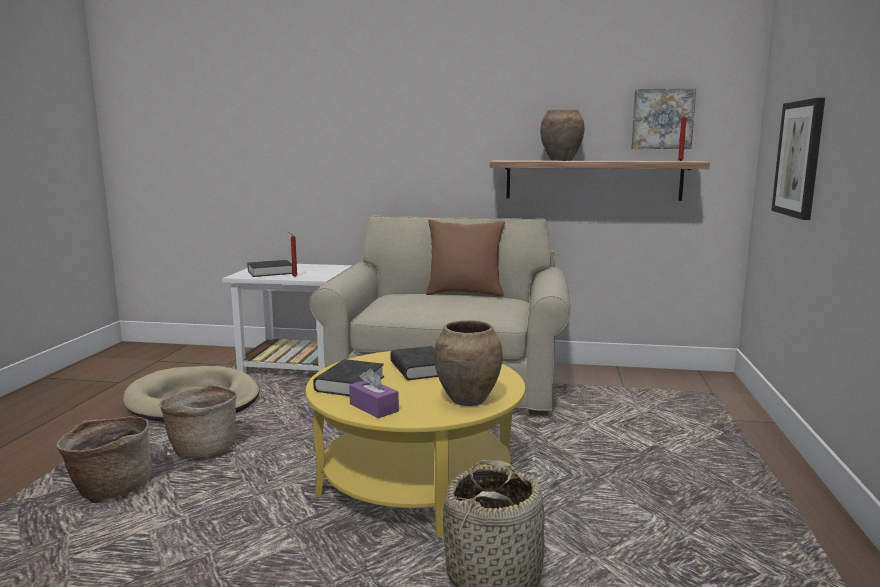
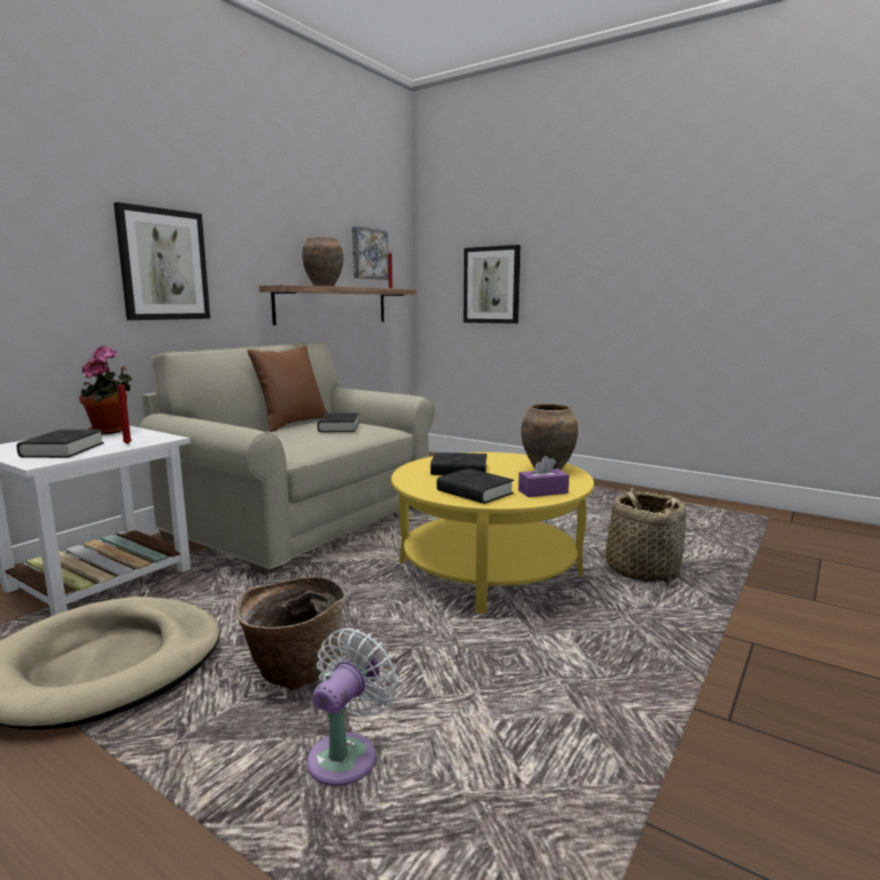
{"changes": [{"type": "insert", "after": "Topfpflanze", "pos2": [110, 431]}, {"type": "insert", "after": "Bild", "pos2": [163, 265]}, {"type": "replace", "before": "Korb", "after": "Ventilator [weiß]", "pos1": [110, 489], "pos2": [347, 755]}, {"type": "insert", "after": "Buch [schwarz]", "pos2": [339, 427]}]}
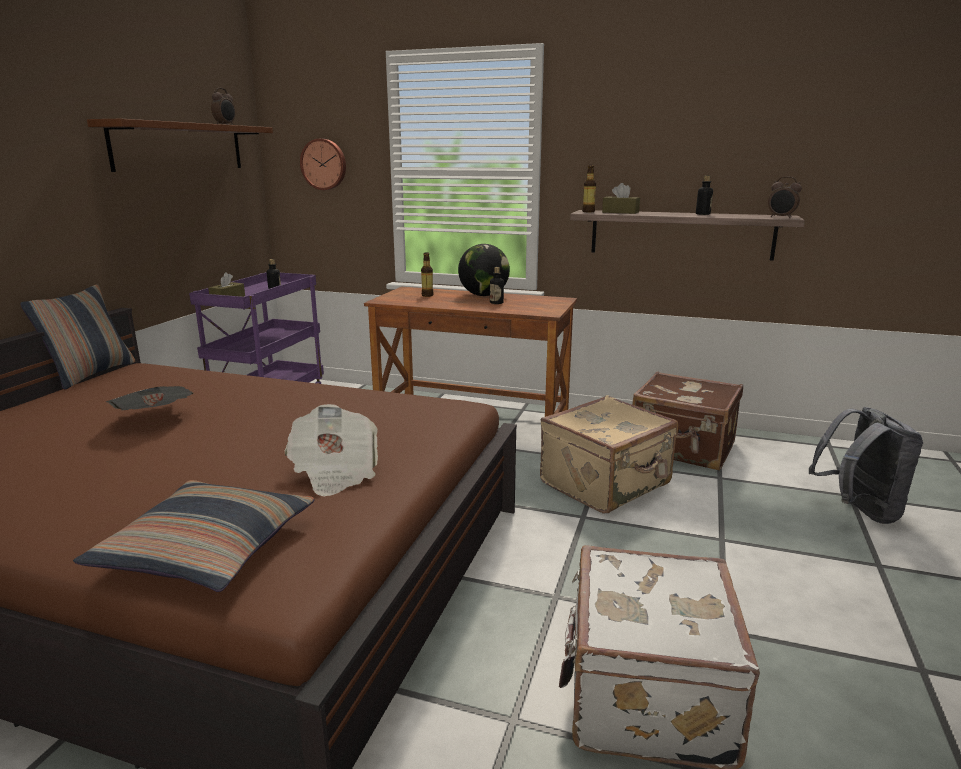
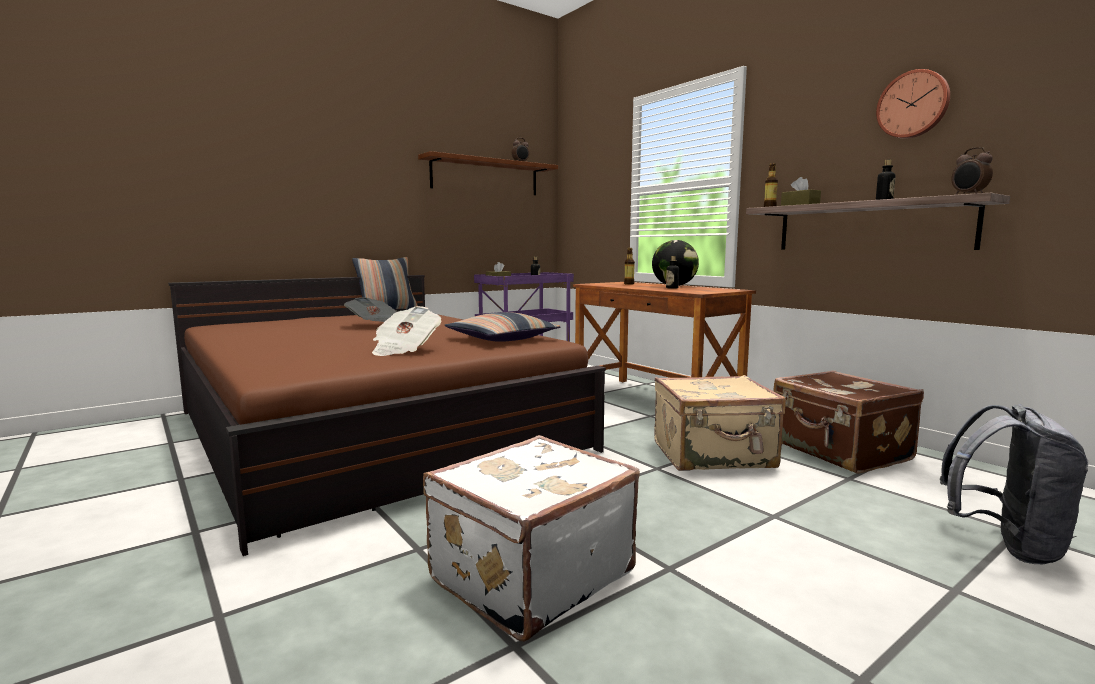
{"changes": [{"type": "move", "before": "Kissen", "pos1": [207, 549], "pos2": [502, 339]}, {"type": "move", "before": "Wanduhr", "pos1": [324, 164], "pos2": [913, 105]}]}
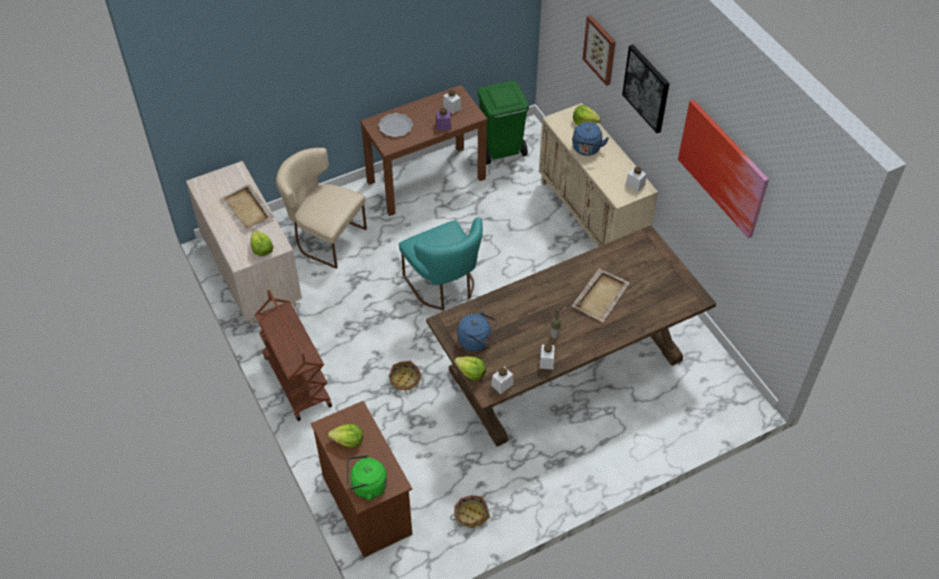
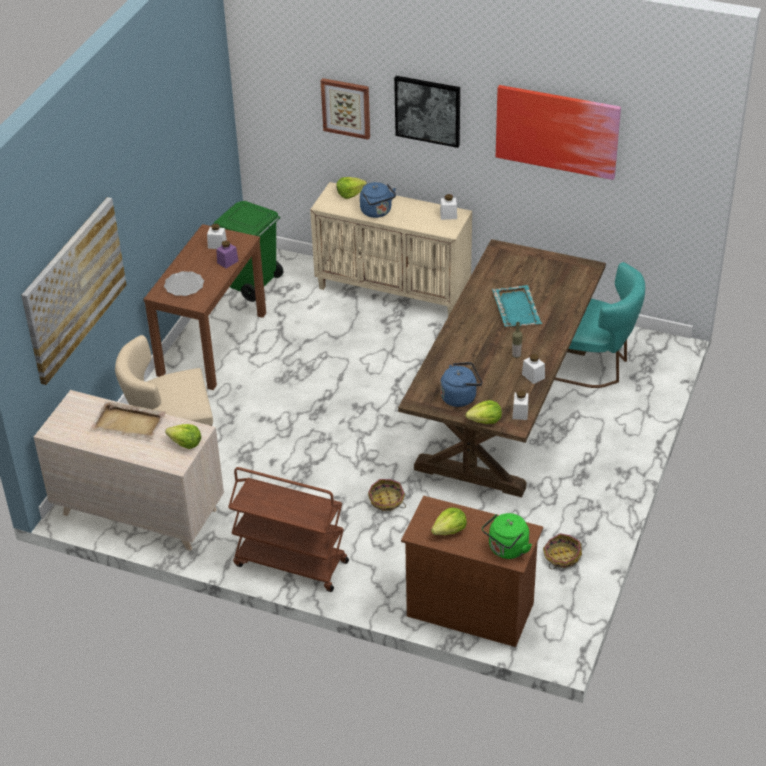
{"changes": [{"type": "insert", "after": "Bild", "pos2": [74, 289]}, {"type": "recolor", "before": "Tablett [beige]", "after": "Tablett [türkis]", "pos1": [601, 296], "pos2": [516, 308]}, {"type": "move", "before": "Stuhl [türkis]", "pos1": [444, 286], "pos2": [594, 365]}]}
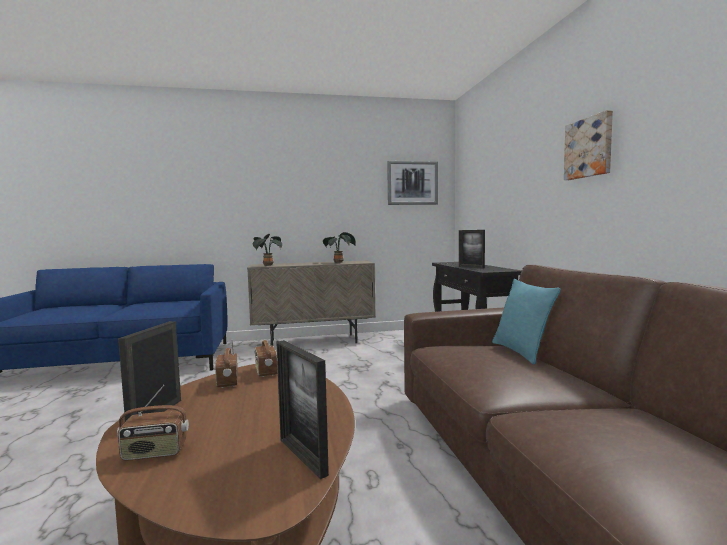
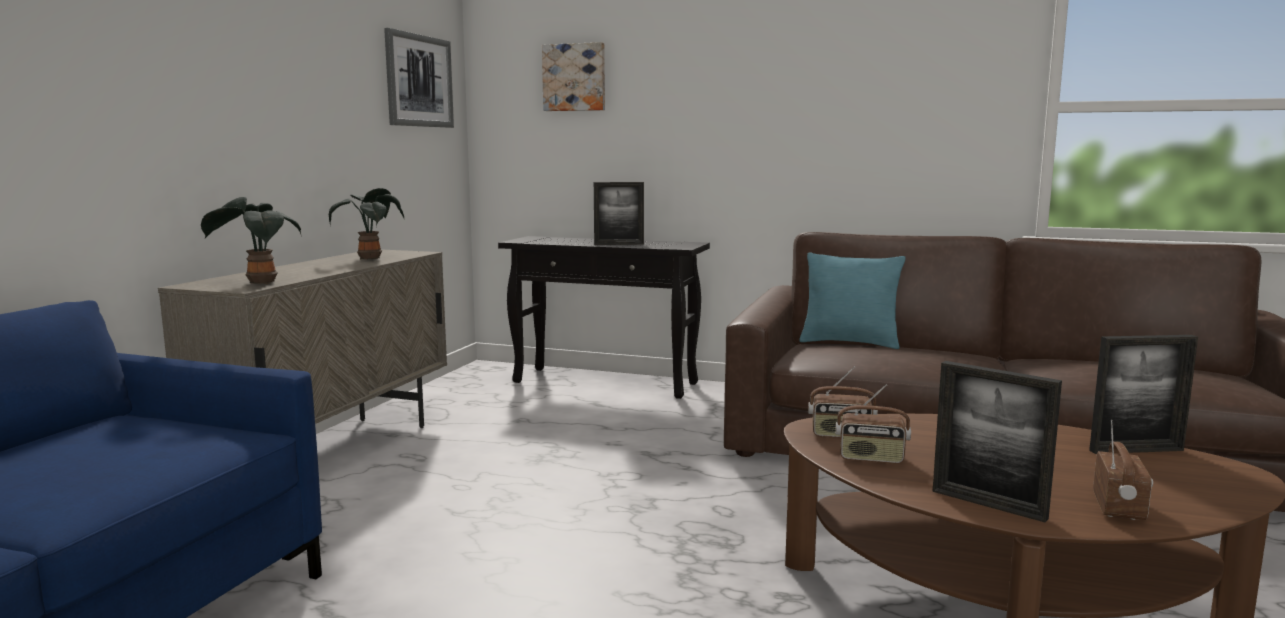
{"changes": [{"type": "move", "before": "Bild", "pos1": [589, 148], "pos2": [574, 77]}]}
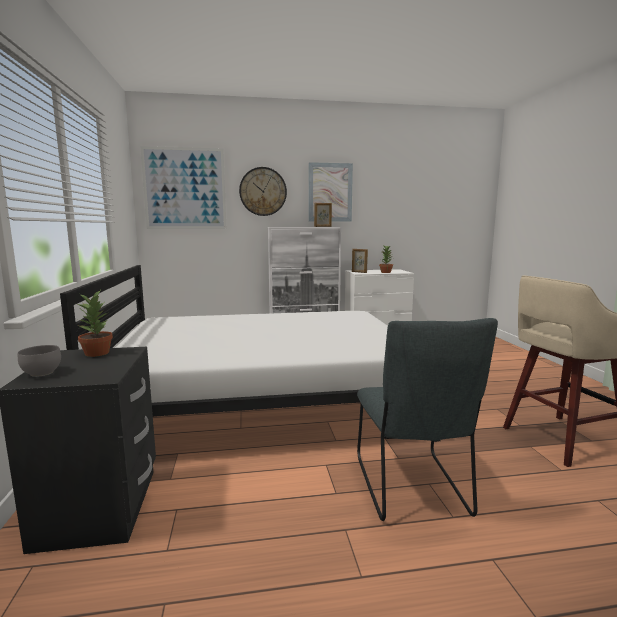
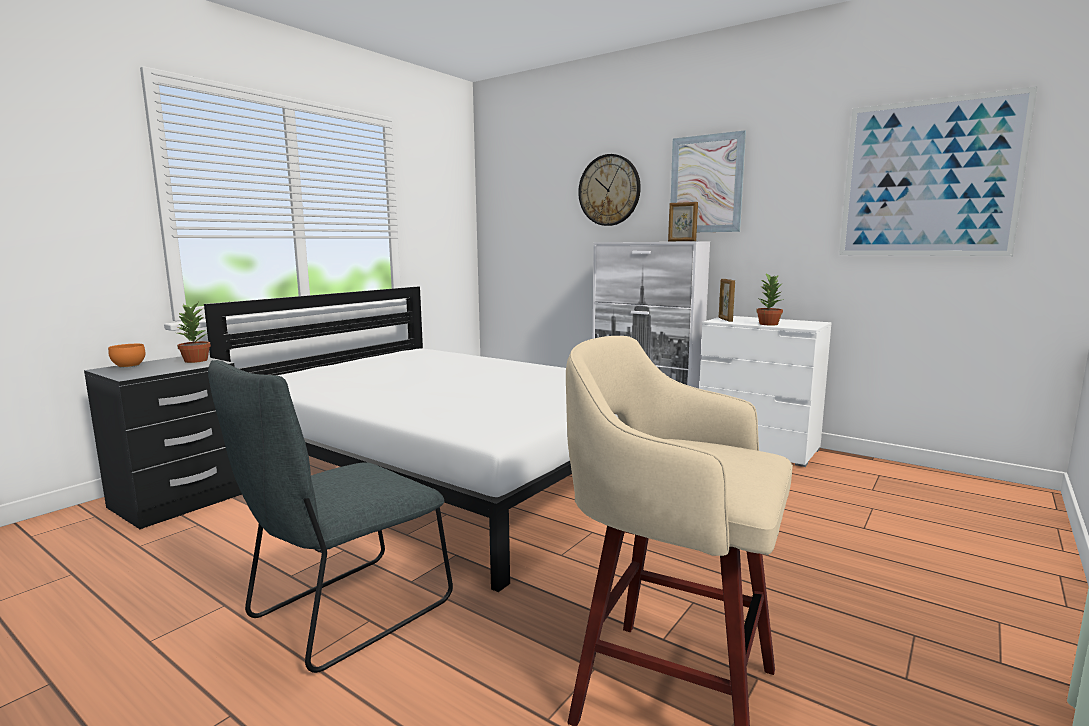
{"changes": [{"type": "recolor", "before": "Schüssel [grau]", "after": "Schüssel [orange]", "pos1": [41, 373], "pos2": [129, 365]}, {"type": "move", "before": "Bild", "pos1": [185, 189], "pos2": [928, 179]}]}
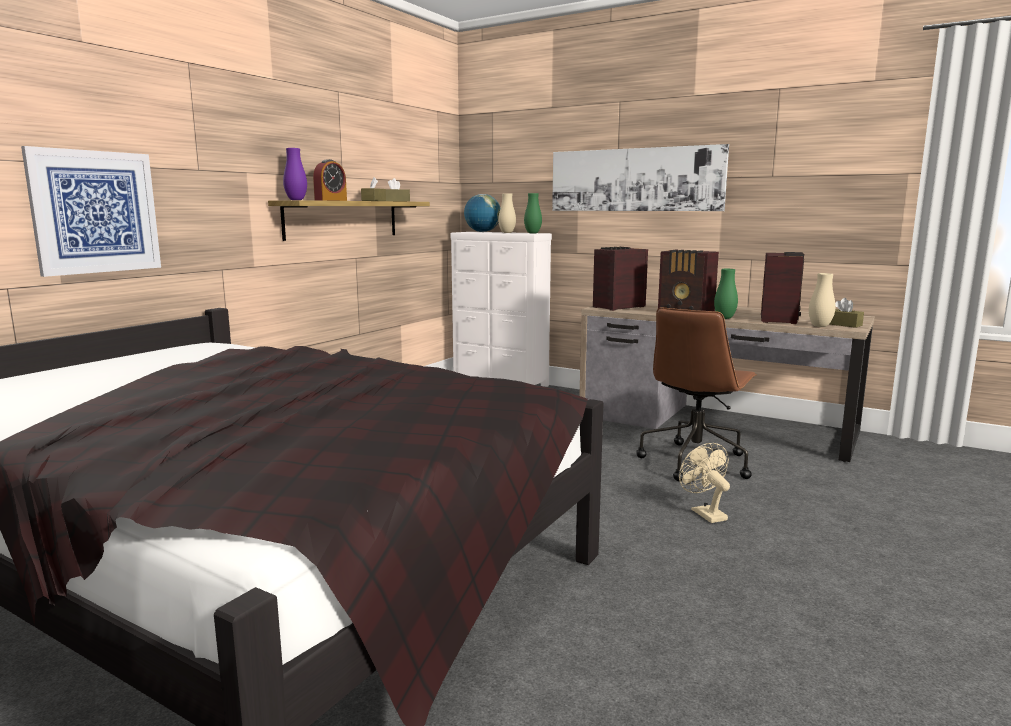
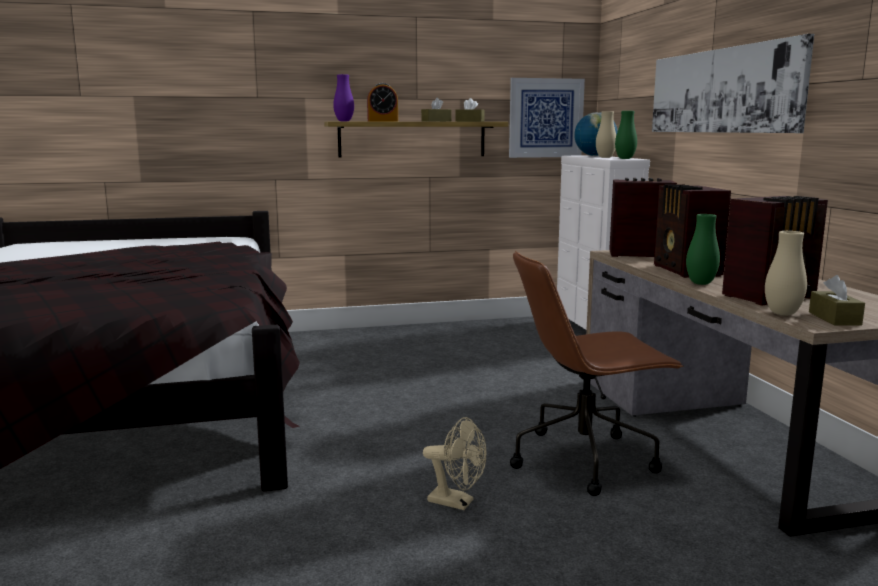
{"changes": [{"type": "rotate", "before": "Ventilator [beige]", "pos1": [704, 513], "pos2": [457, 502], "turn": 90}, {"type": "move", "before": "Bild", "pos1": [95, 212], "pos2": [546, 118]}]}
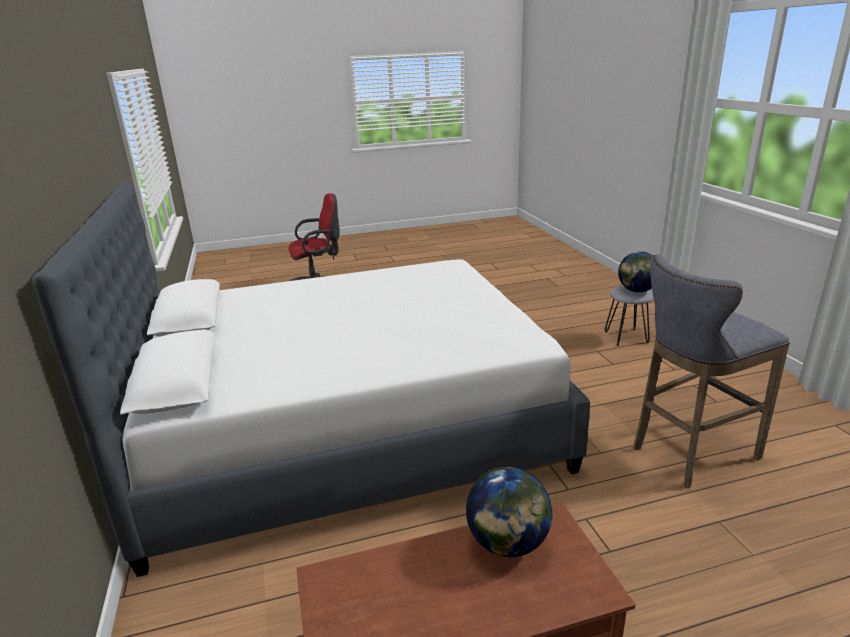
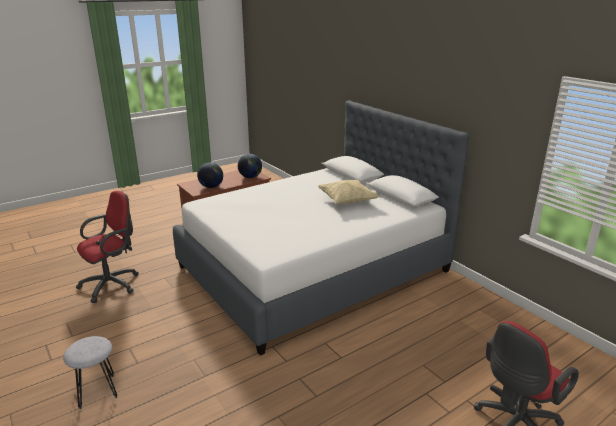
{"changes": [{"type": "replace", "before": "Hocker [grau]", "after": "Bürostuhl [rot]", "pos1": [690, 454], "pos2": [113, 284]}, {"type": "move", "before": "Globus", "pos1": [637, 291], "pos2": [250, 177]}, {"type": "insert", "after": "Kissen [beige]", "pos2": [347, 201]}]}
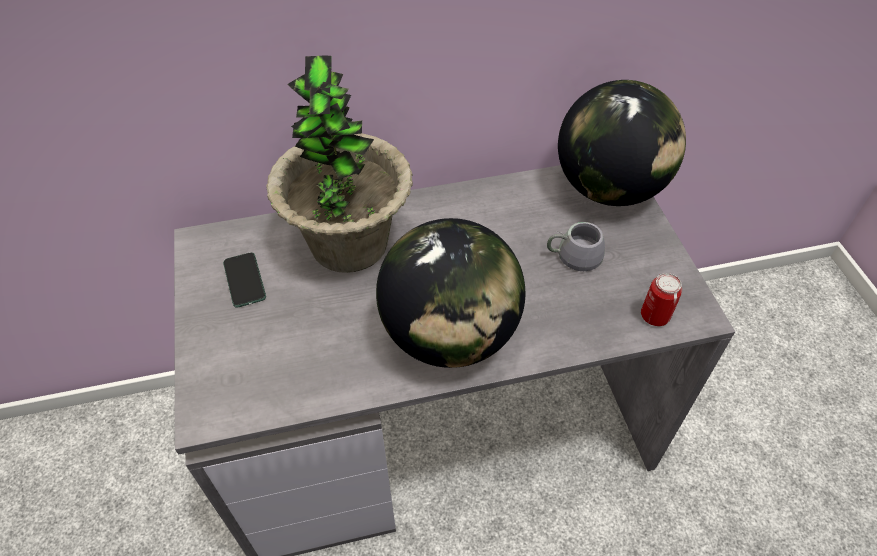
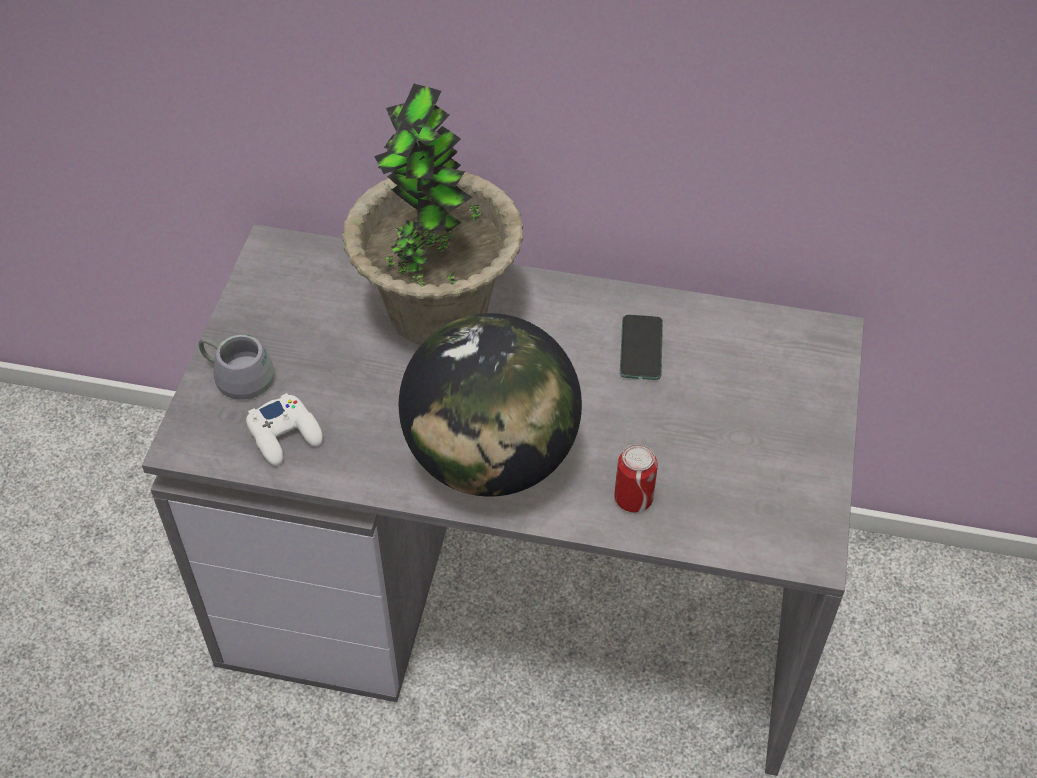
{"changes": [{"type": "move", "before": "Henkelbecher [grau]", "pos1": [573, 252], "pos2": [241, 371]}, {"type": "insert", "after": "Gamepad [weiß]", "pos2": [285, 435]}, {"type": "move", "before": "Dose", "pos1": [655, 316], "pos2": [633, 498]}, {"type": "move", "before": "Handy", "pos1": [244, 280], "pos2": [641, 348]}, {"type": "delete", "before": "Globus", "pos1": [608, 188]}]}
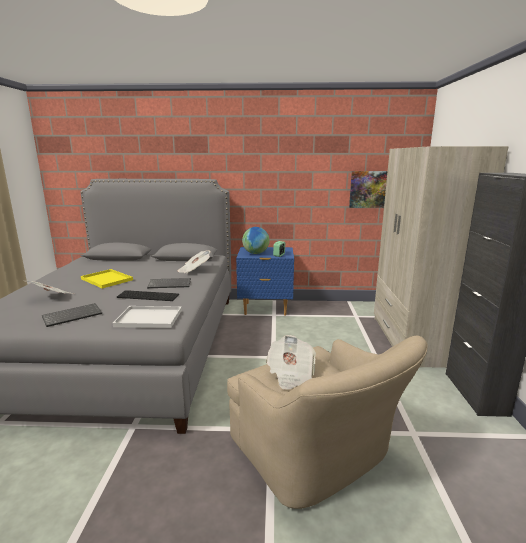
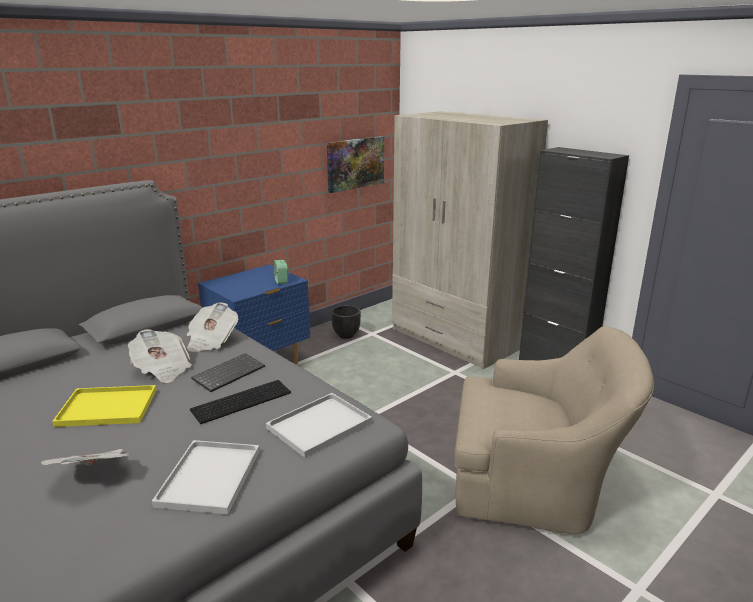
{"changes": [{"type": "move", "before": "Zeitung", "pos1": [290, 374], "pos2": [162, 369]}, {"type": "replace", "before": "Tastatur", "after": "Tablett [weiß]", "pos1": [73, 315], "pos2": [209, 475]}, {"type": "insert", "after": "Pflanzkübel [schwarz]", "pos2": [346, 335]}, {"type": "delete", "before": "Globus", "pos1": [256, 253]}]}
